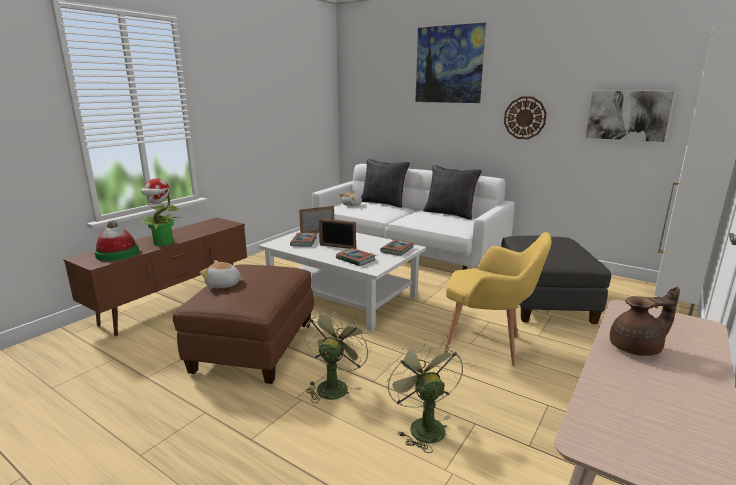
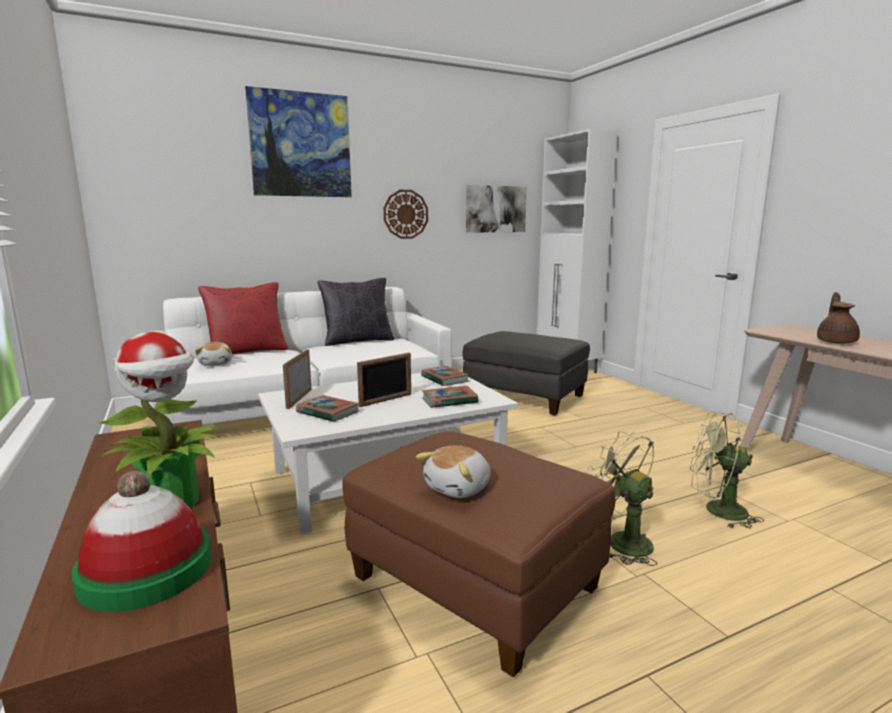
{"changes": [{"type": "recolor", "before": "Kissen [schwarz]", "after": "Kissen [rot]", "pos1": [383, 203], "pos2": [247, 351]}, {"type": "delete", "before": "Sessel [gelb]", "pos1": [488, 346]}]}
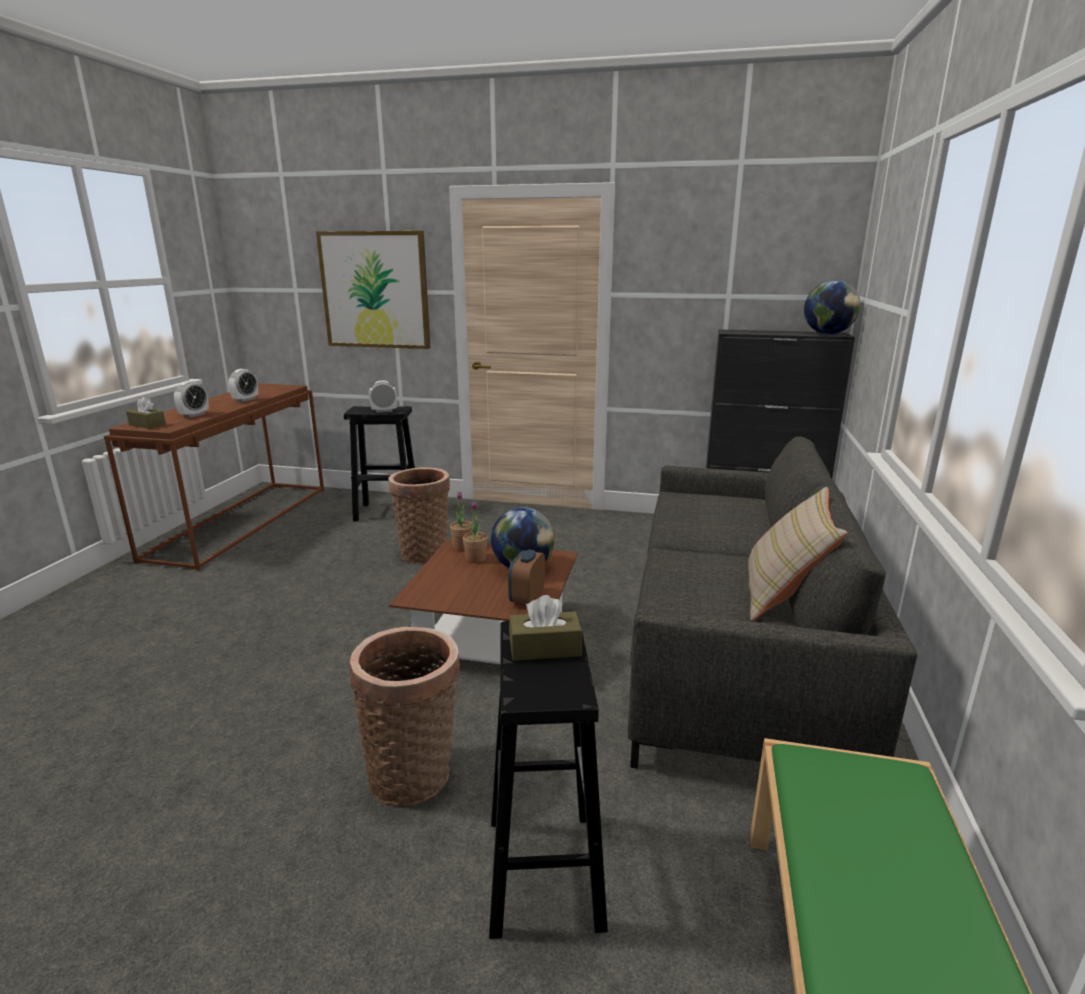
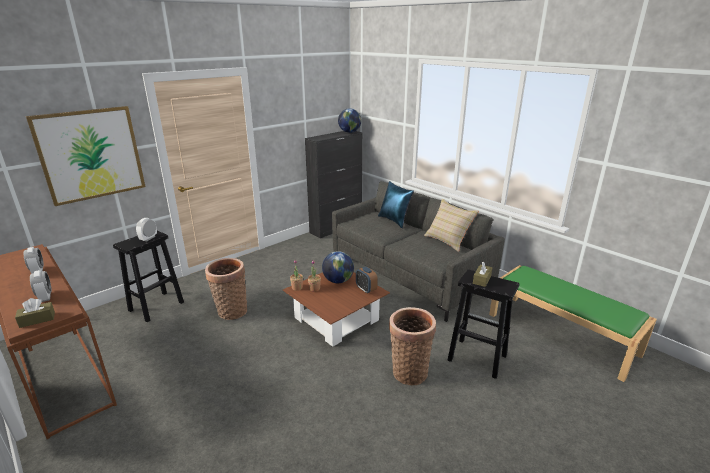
{"changes": [{"type": "insert", "after": "Kissen [blau]", "pos2": [394, 220]}]}
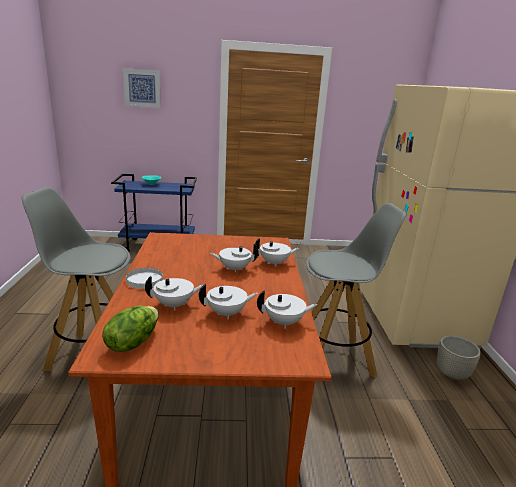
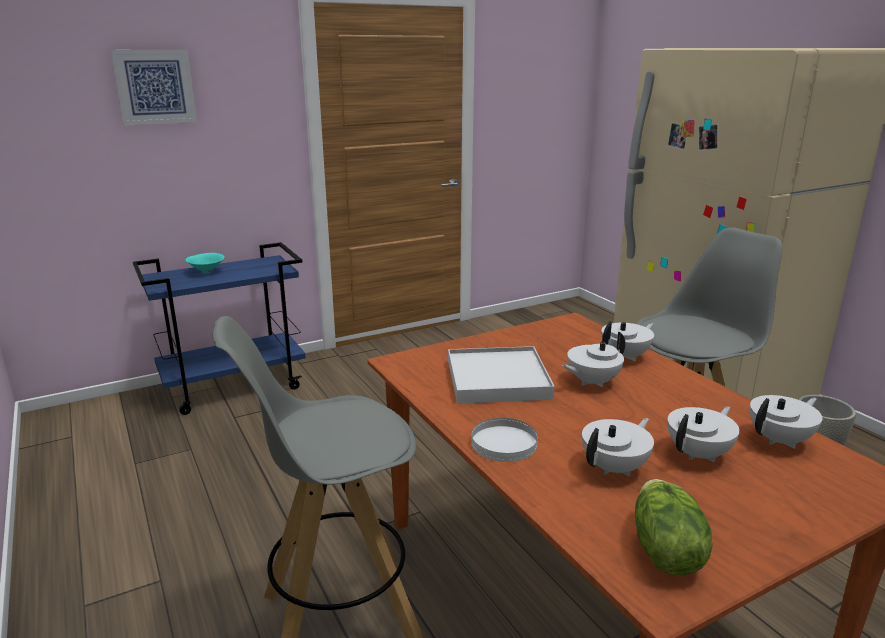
{"changes": [{"type": "insert", "after": "Tablett [weiß]", "pos2": [498, 379]}]}
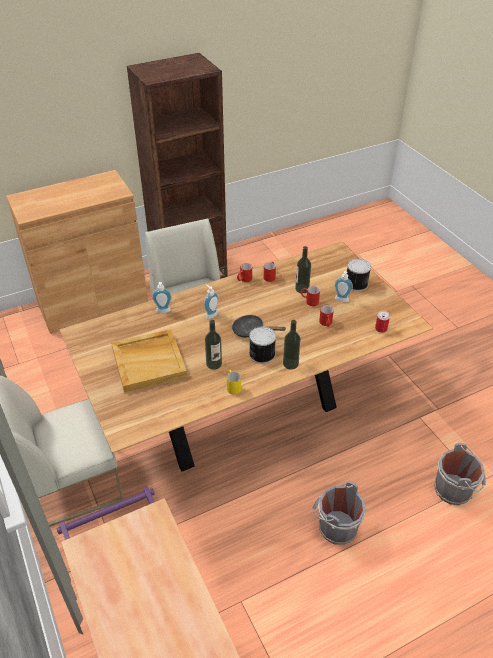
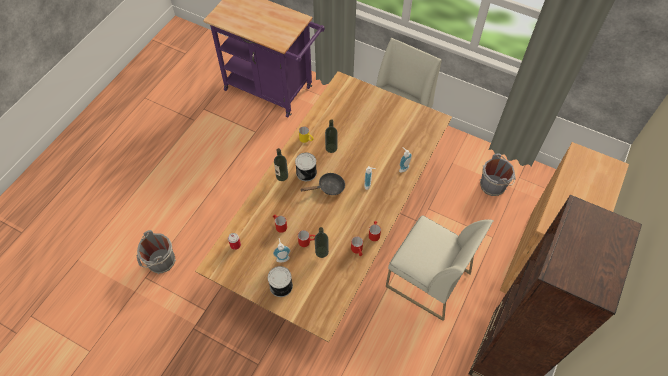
{"changes": [{"type": "move", "before": "Eimer [grau]", "pos1": [335, 527], "pos2": [493, 185]}, {"type": "delete", "before": "Tablett [beige]", "pos1": [149, 361]}]}
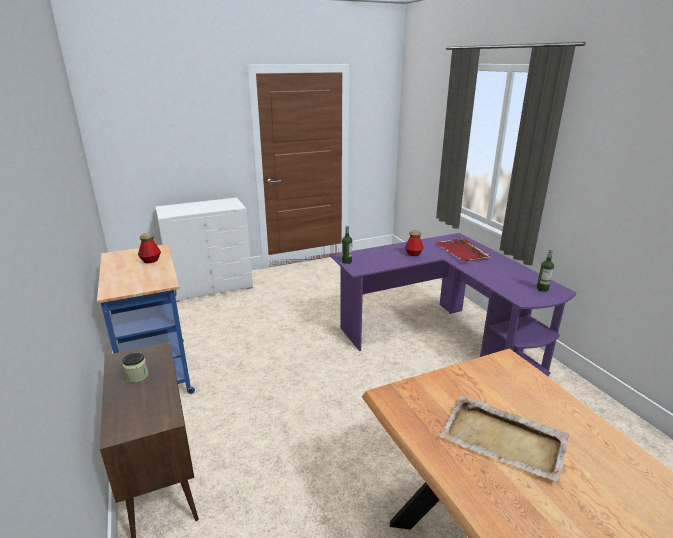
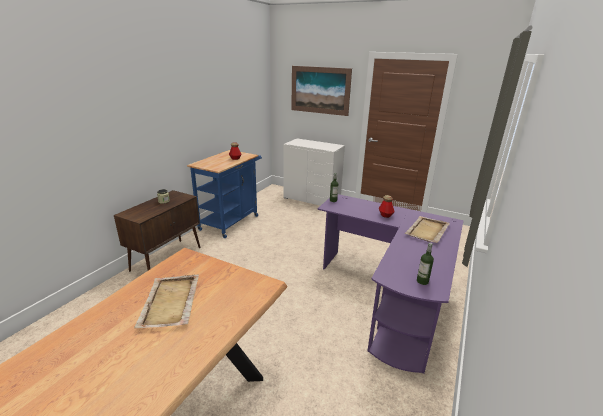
{"changes": [{"type": "insert", "after": "Bild", "pos2": [320, 90]}, {"type": "recolor", "before": "Tablett [rot]", "after": "Tablett [beige]", "pos1": [462, 252], "pos2": [427, 231]}]}
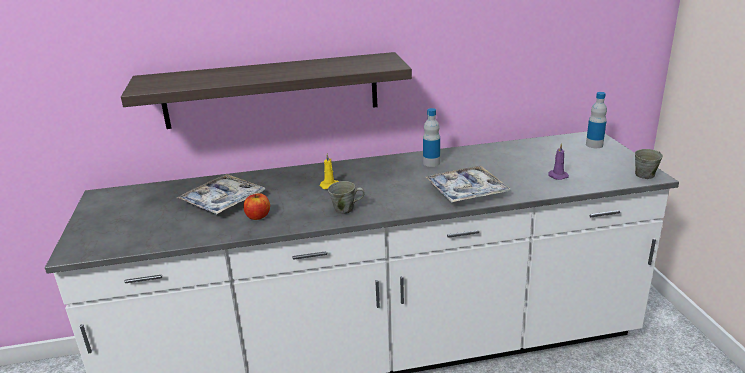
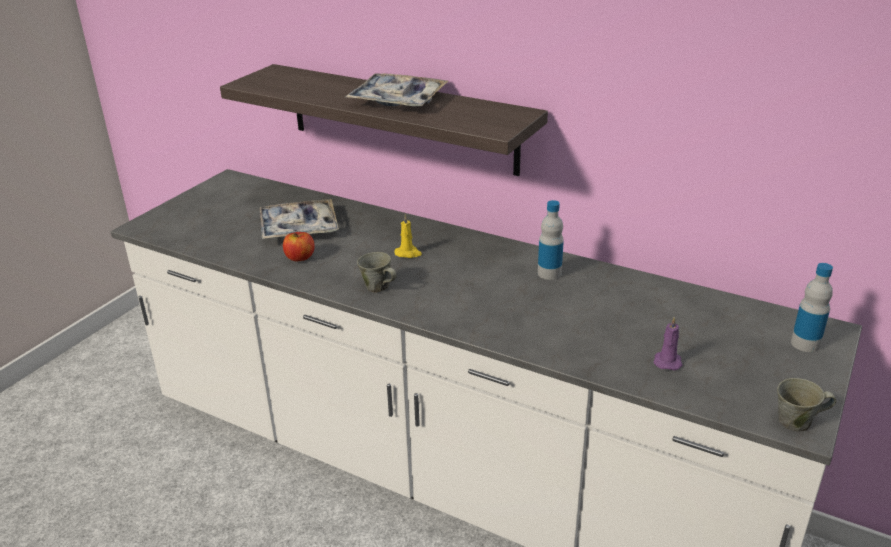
{"changes": [{"type": "move", "before": "Tablett", "pos1": [466, 191], "pos2": [398, 100]}]}
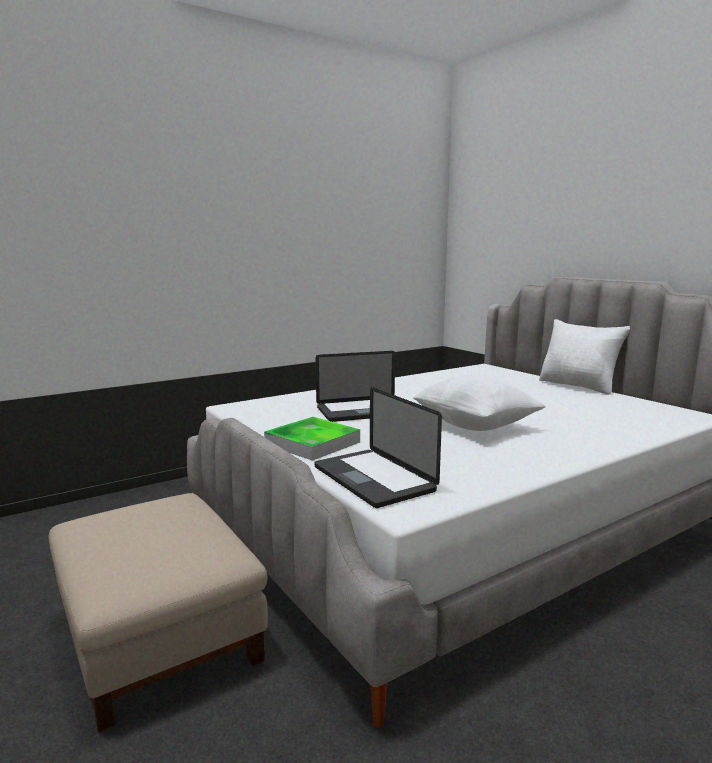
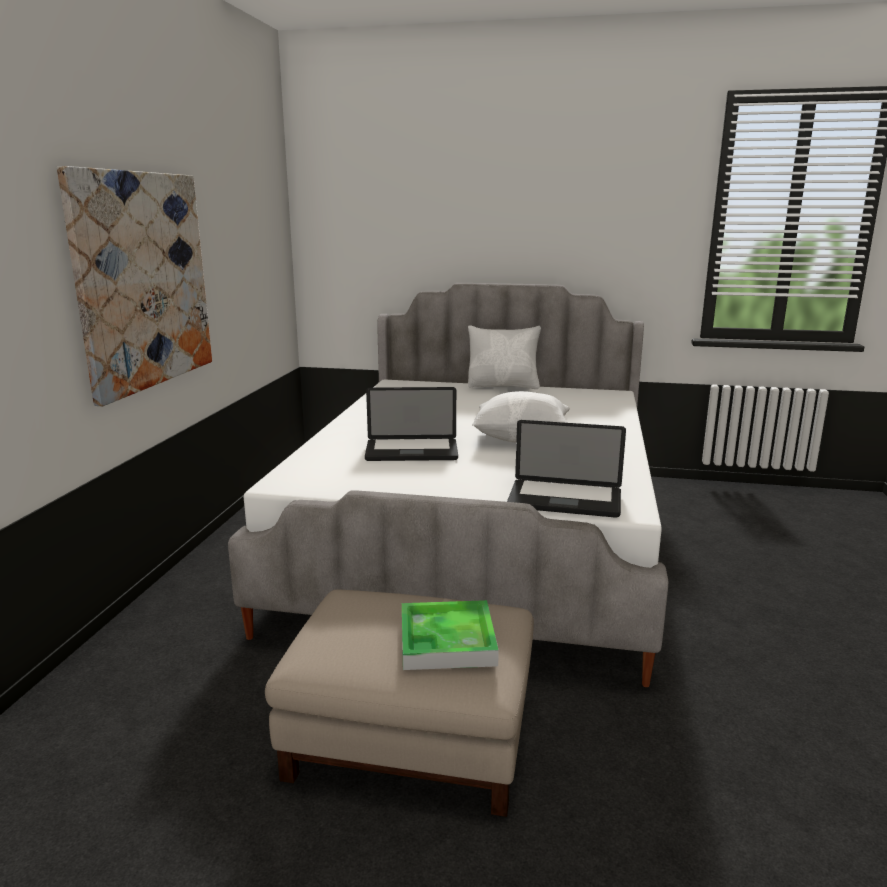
{"changes": [{"type": "insert", "after": "Bild", "pos2": [143, 281]}, {"type": "rotate", "before": "Laptop", "pos1": [363, 411], "pos2": [411, 451], "turn": 60}, {"type": "move", "before": "Tablett", "pos1": [312, 443], "pos2": [447, 640]}]}
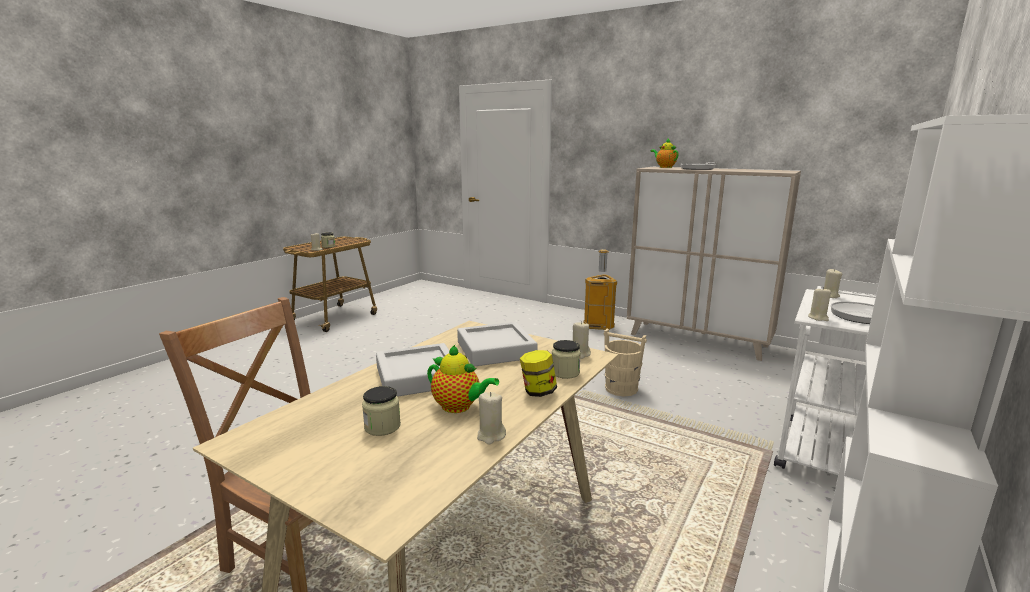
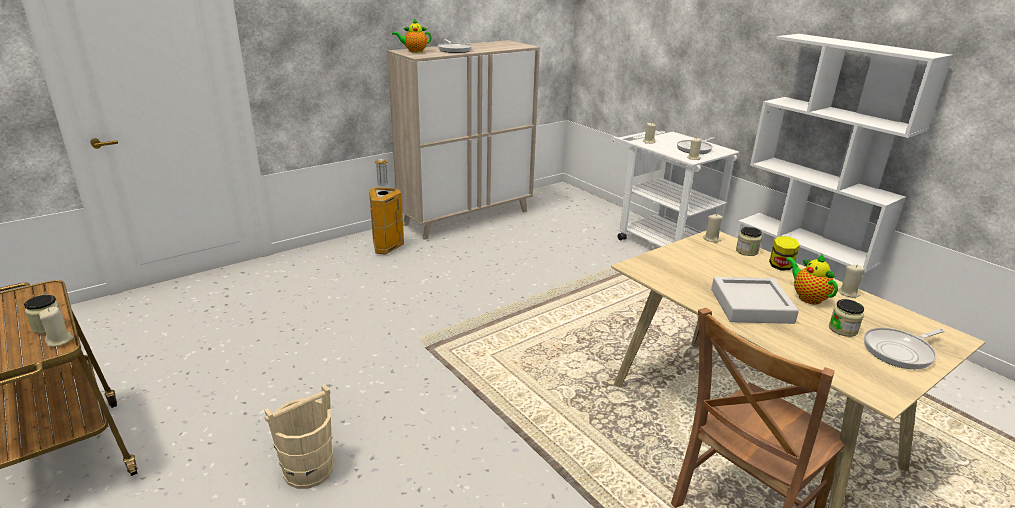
{"changes": [{"type": "move", "before": "Eimer [beige]", "pos1": [621, 388], "pos2": [309, 469]}, {"type": "rotate", "before": "Teekanne", "pos1": [459, 407], "pos2": [807, 297], "turn": -75}, {"type": "insert", "after": "Pfanne", "pos2": [900, 351]}, {"type": "delete", "before": "Tablett [grau]", "pos1": [496, 350]}]}
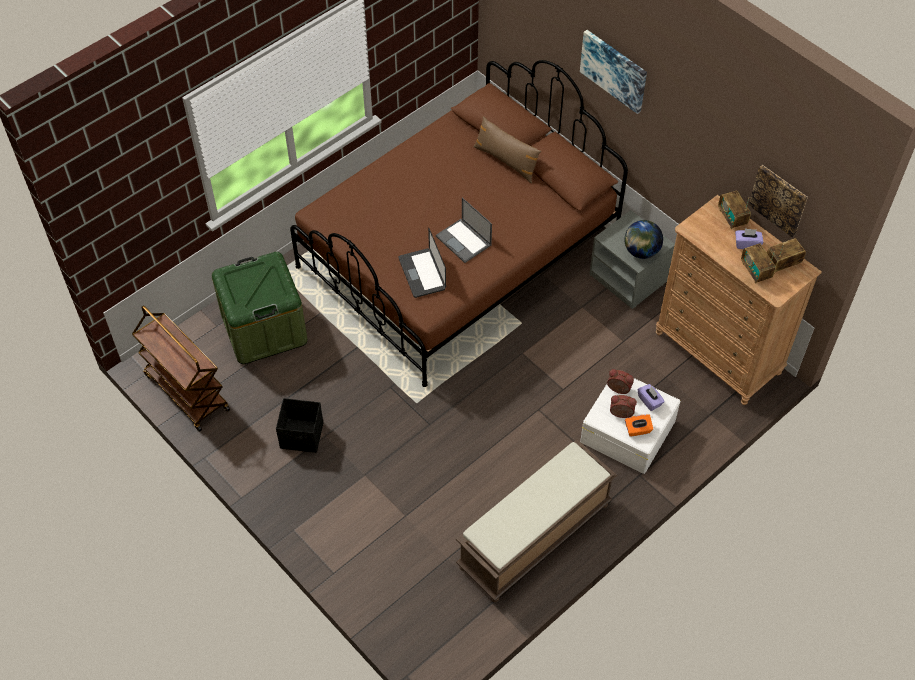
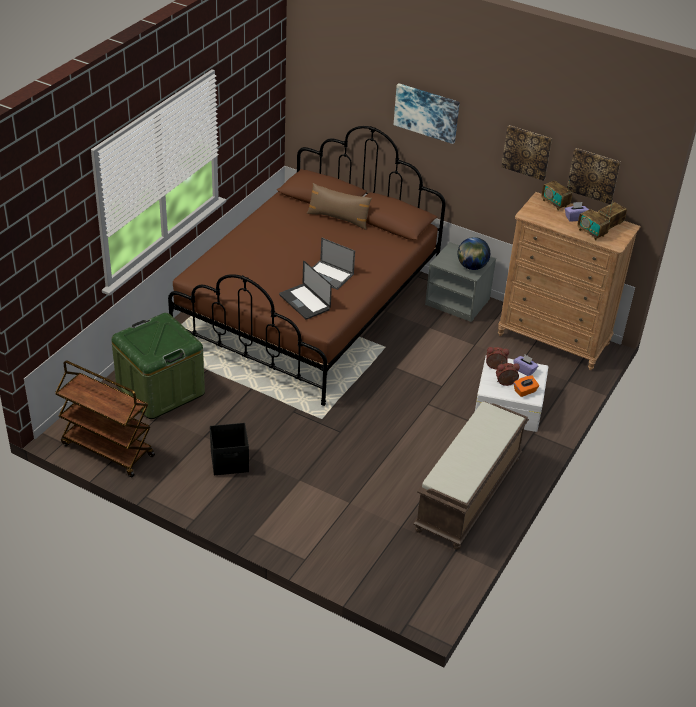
{"changes": [{"type": "insert", "after": "Bild", "pos2": [527, 152]}]}
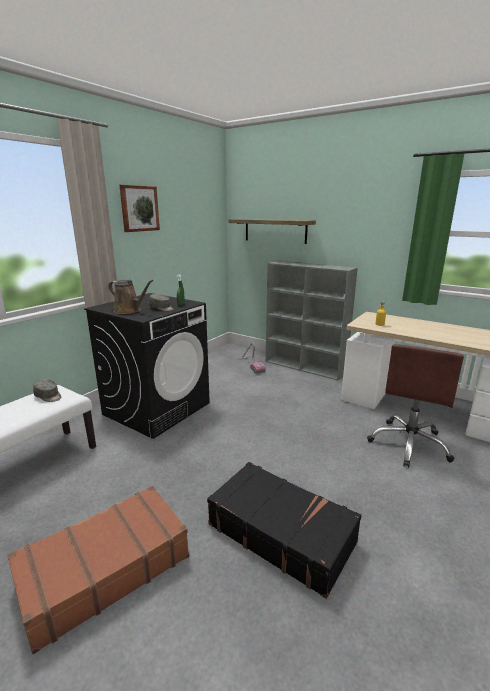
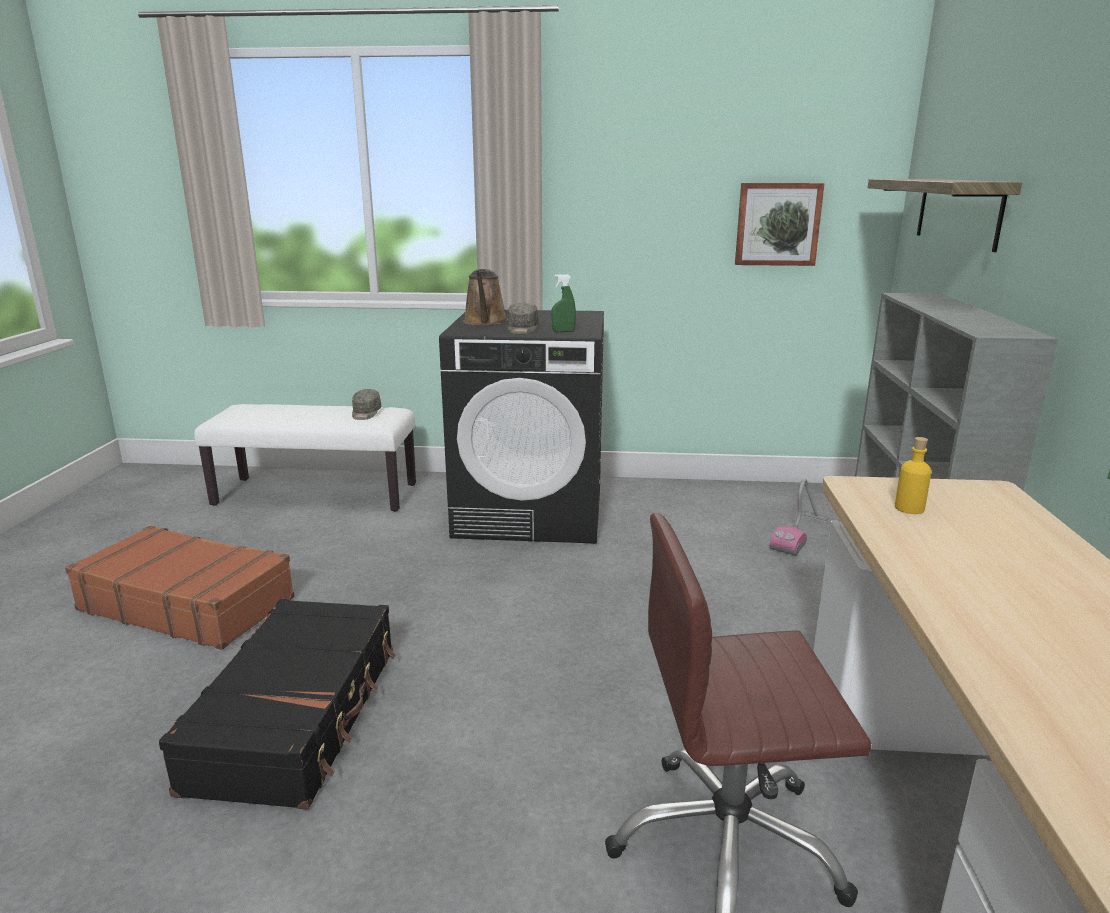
{"changes": [{"type": "move", "before": "Bild", "pos1": [139, 208], "pos2": [777, 224]}]}
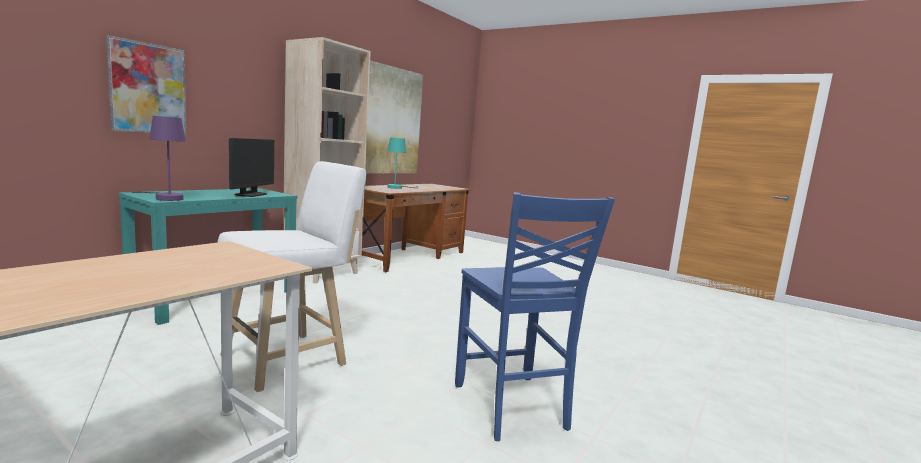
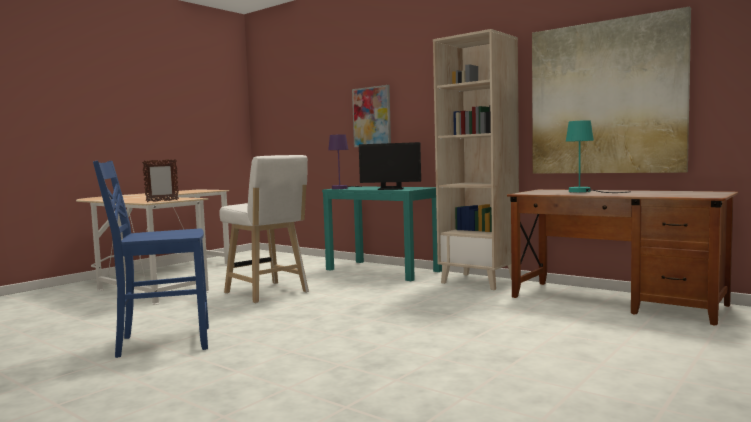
{"changes": [{"type": "insert", "after": "Bilderrahmen", "pos2": [162, 201]}]}
